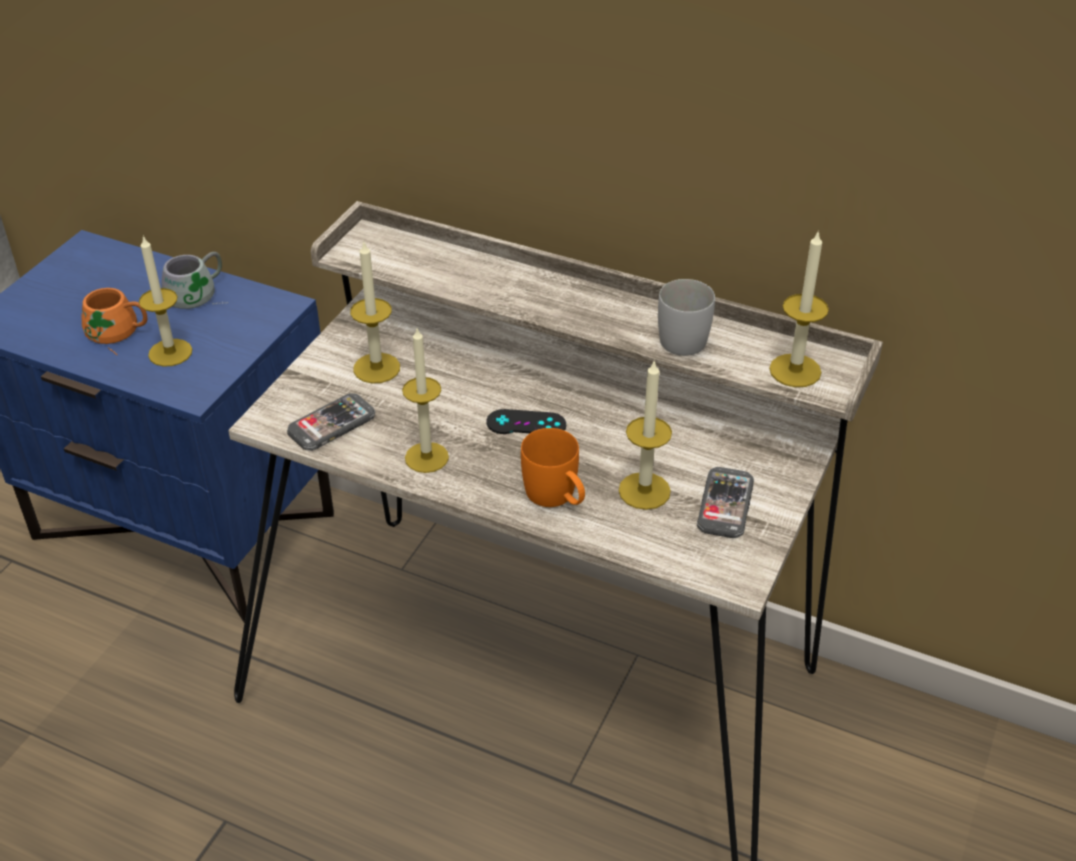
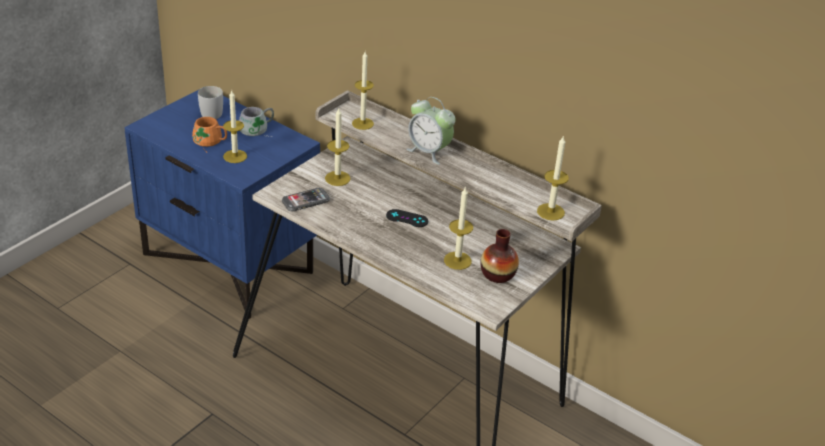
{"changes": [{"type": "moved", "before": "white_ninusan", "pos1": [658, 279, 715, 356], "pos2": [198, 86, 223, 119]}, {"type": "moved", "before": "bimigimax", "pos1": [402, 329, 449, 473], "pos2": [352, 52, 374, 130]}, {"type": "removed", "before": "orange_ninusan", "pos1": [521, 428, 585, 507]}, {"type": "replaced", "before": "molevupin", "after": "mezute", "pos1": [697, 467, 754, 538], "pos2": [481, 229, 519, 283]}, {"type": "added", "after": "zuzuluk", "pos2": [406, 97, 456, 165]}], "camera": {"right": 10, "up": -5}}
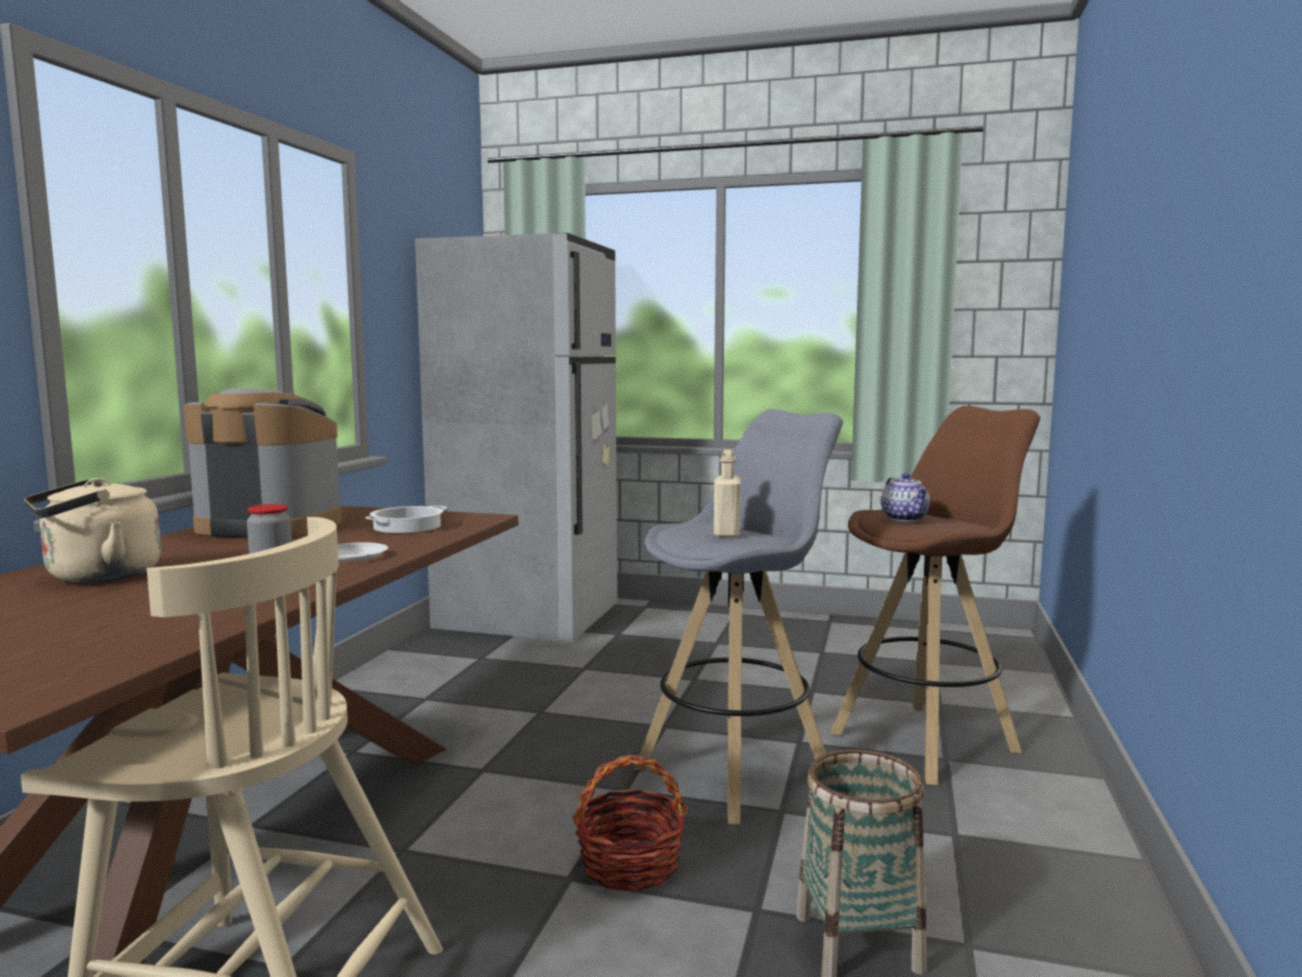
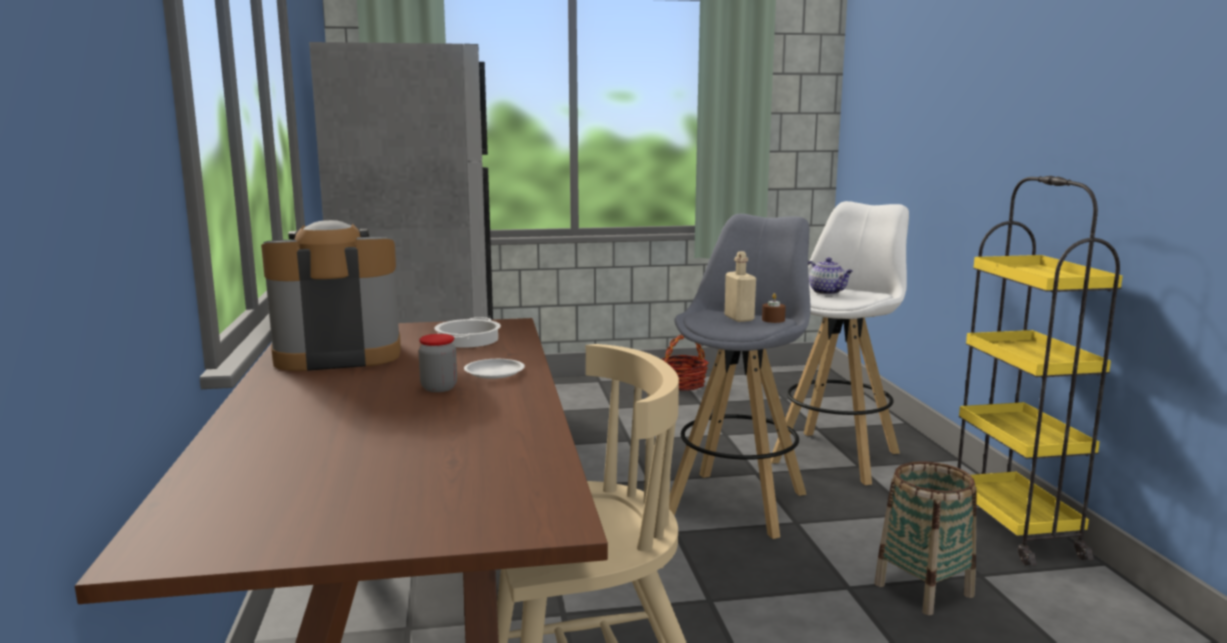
{"changes": [{"type": "recoloured", "before": "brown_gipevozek", "after": "white_gipevozek", "pos1": [830, 406, 1040, 785], "pos2": [771, 201, 909, 485]}, {"type": "removed", "before": "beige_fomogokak", "pos1": [24, 478, 161, 583]}, {"type": "moved", "before": "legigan", "pos1": [573, 755, 689, 892], "pos2": [662, 334, 709, 391]}, {"type": "added", "after": "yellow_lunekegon", "pos2": [957, 176, 1123, 565]}, {"type": "added", "after": "brown_bimigimax", "pos2": [762, 293, 786, 323]}], "camera": {"right": -25, "up": 5}}
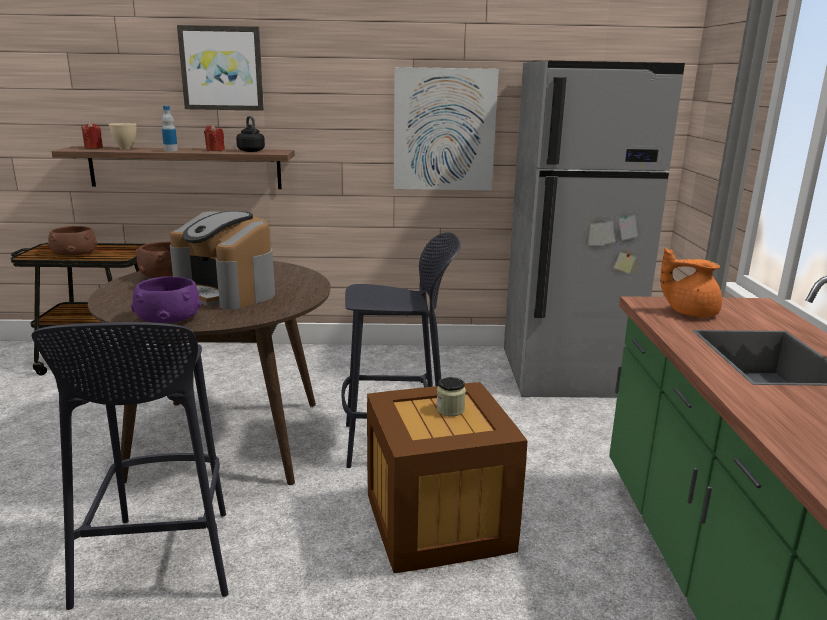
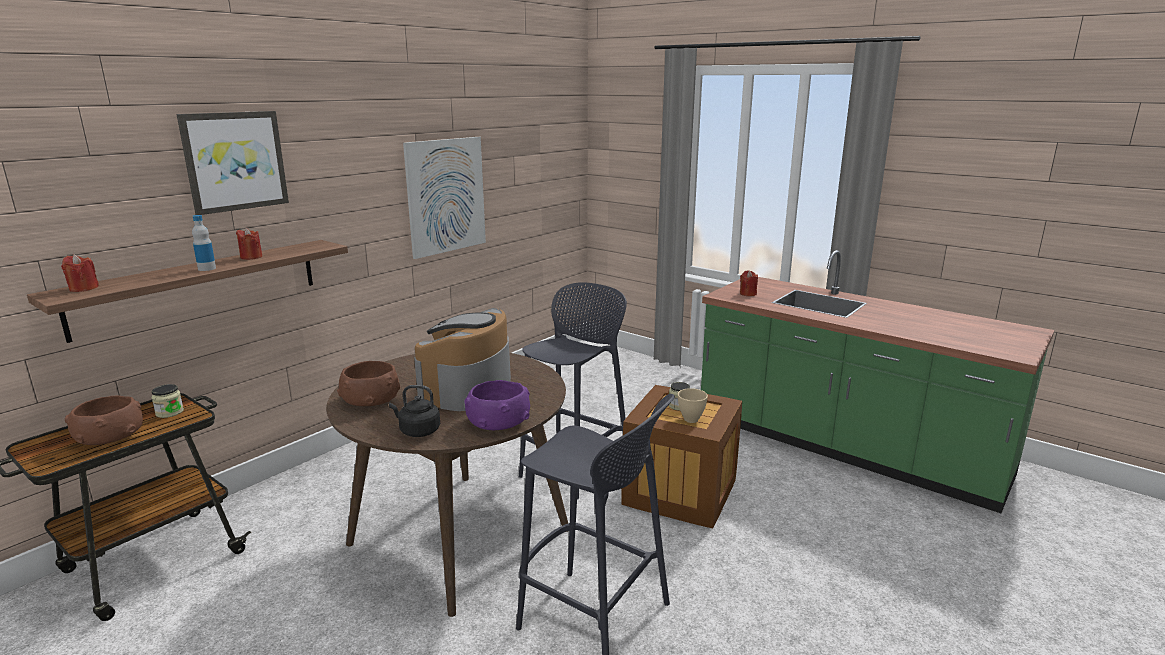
{"changes": [{"type": "removed", "before": "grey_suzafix", "pos1": [504, 61, 685, 398]}, {"type": "moved", "before": "black_fomogokak", "pos1": [236, 116, 265, 152], "pos2": [389, 385, 440, 437]}, {"type": "moved", "before": "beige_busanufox", "pos1": [109, 123, 136, 149], "pos2": [678, 388, 708, 423]}, {"type": "turned", "before": "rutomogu", "pos1": [170, 211, 275, 310], "pos2": [414, 308, 511, 411], "turn": 120}, {"type": "replaced", "before": "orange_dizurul", "after": "red_bimigimax", "pos1": [660, 248, 722, 317], "pos2": [740, 270, 758, 296]}, {"type": "added", "after": "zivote", "pos2": [152, 384, 184, 418]}], "camera": {"right": -50, "up": 0}}
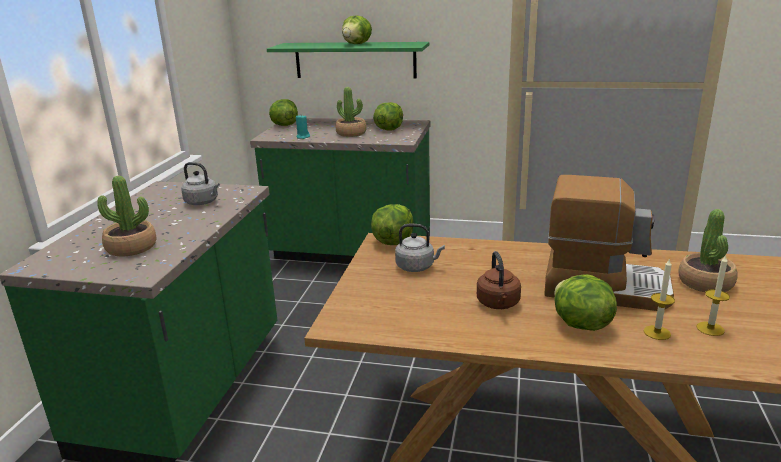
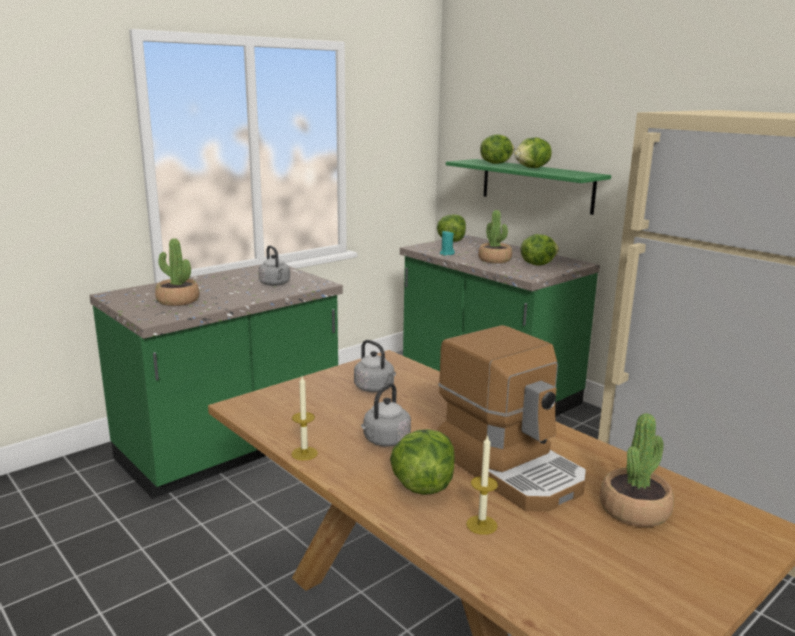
{"changes": [{"type": "moved", "before": "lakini", "pos1": [371, 204, 414, 245], "pos2": [480, 134, 515, 164]}, {"type": "recoloured", "before": "brown_fomogokak", "after": "grey_fomogokak", "pos1": [477, 251, 521, 309], "pos2": [361, 383, 411, 447]}, {"type": "moved", "before": "bimigimax", "pos1": [696, 255, 730, 336], "pos2": [291, 376, 318, 461]}], "camera": {"right": 35, "up": -5}}
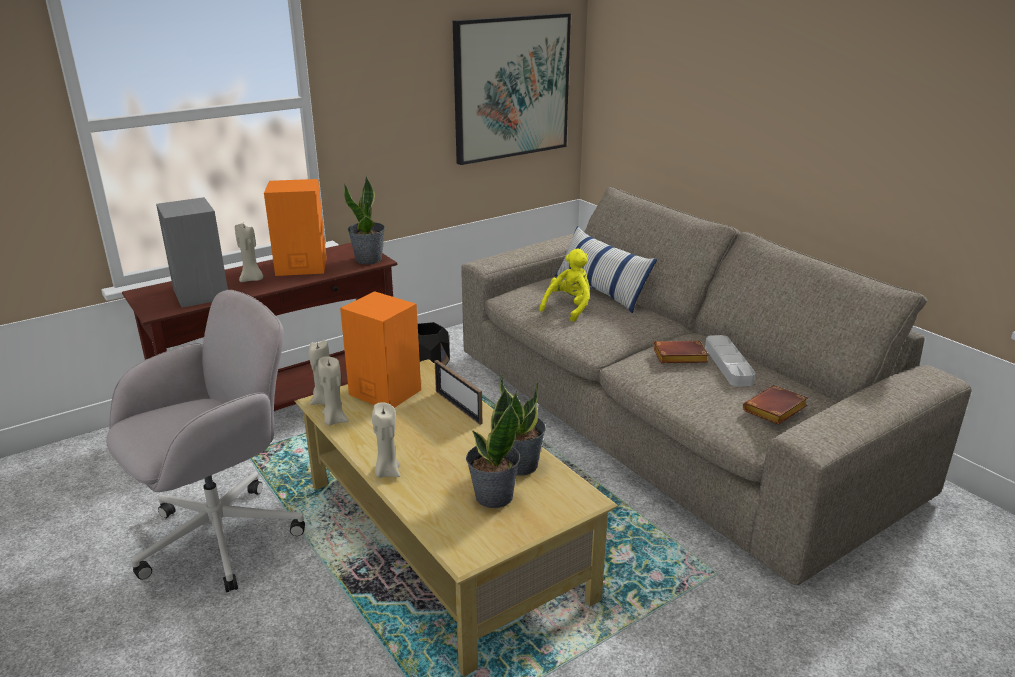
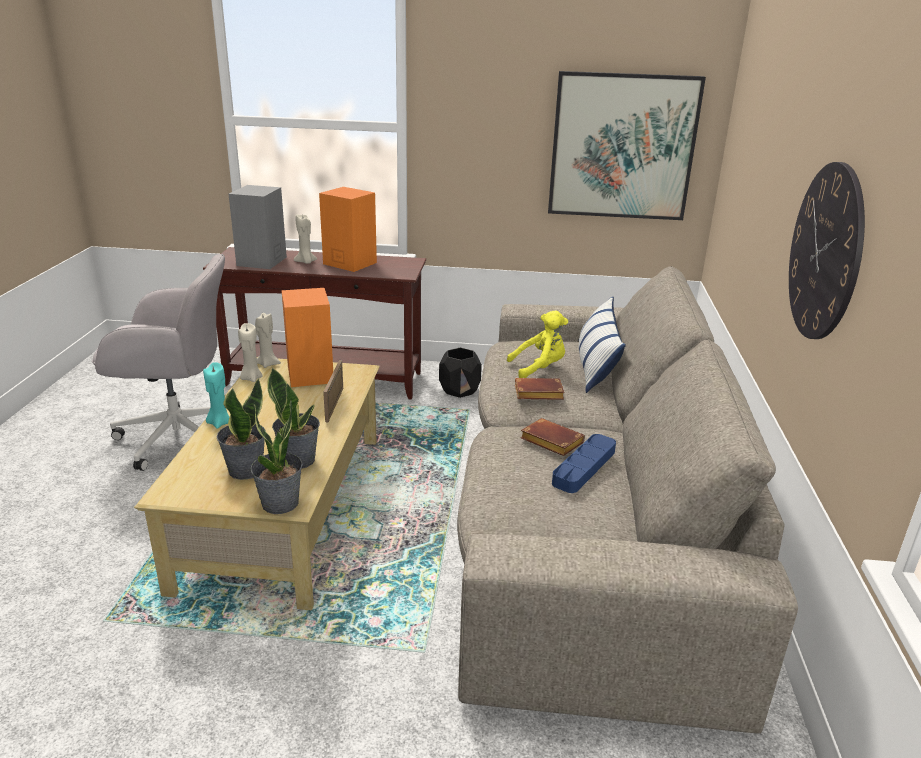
{"changes": [{"type": "moved", "before": "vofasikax", "pos1": [344, 176, 385, 264], "pos2": [250, 401, 303, 514]}, {"type": "recoloured", "before": "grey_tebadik", "after": "blue_tebadik", "pos1": [705, 335, 755, 387], "pos2": [552, 434, 616, 493]}, {"type": "moved", "before": "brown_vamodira", "pos1": [743, 385, 808, 425], "pos2": [515, 378, 565, 400]}, {"type": "recoloured", "before": "beige_bimigimax", "after": "turquoise_bimigimax", "pos1": [372, 402, 400, 478], "pos2": [203, 362, 229, 429]}, {"type": "added", "after": "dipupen", "pos2": [789, 162, 865, 339]}], "camera": {"right": 40, "up": 0}}
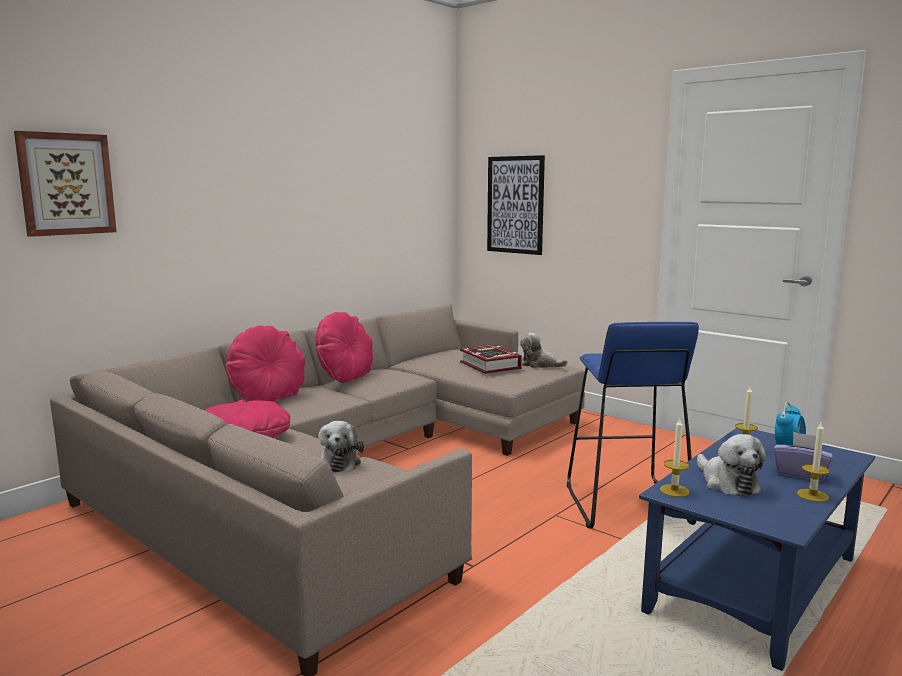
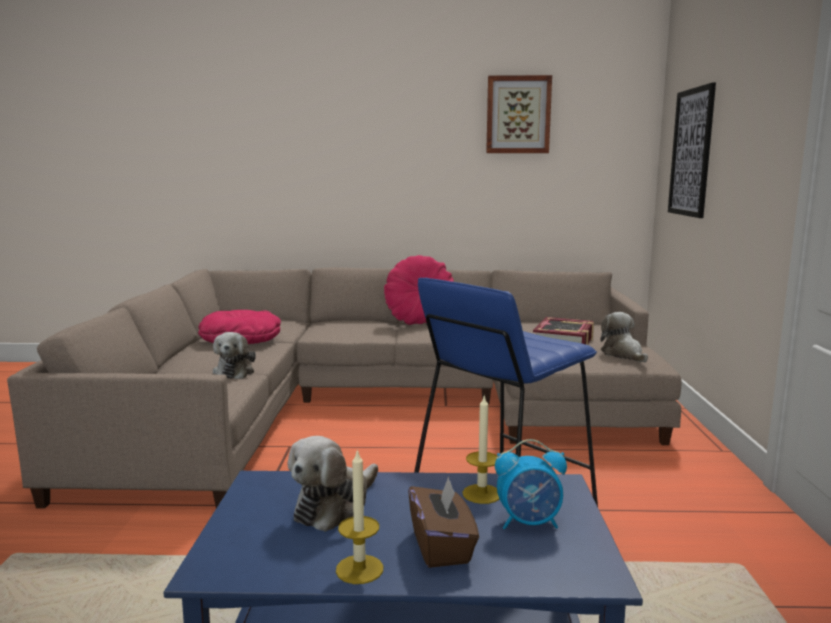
{"changes": [{"type": "moved", "before": "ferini", "pos1": [14, 131, 117, 237], "pos2": [486, 75, 552, 153]}, {"type": "removed", "before": "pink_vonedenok", "pos1": [226, 325, 305, 402]}, {"type": "removed", "before": "bimigimax", "pos1": [660, 419, 690, 497]}, {"type": "turned", "before": "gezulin", "pos1": [318, 421, 364, 472], "pos2": [213, 332, 256, 379], "turn": -45}, {"type": "recoloured", "before": "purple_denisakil", "after": "brown_denisakil", "pos1": [773, 432, 832, 482], "pos2": [408, 476, 479, 568]}], "camera": {"right": 50, "up": 0}}
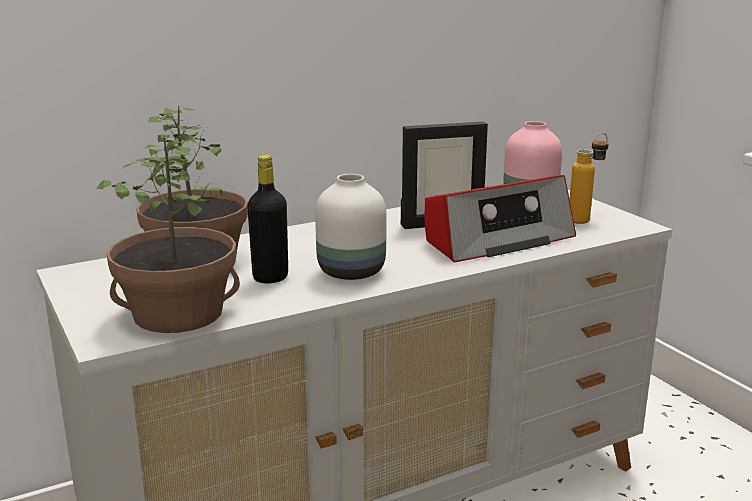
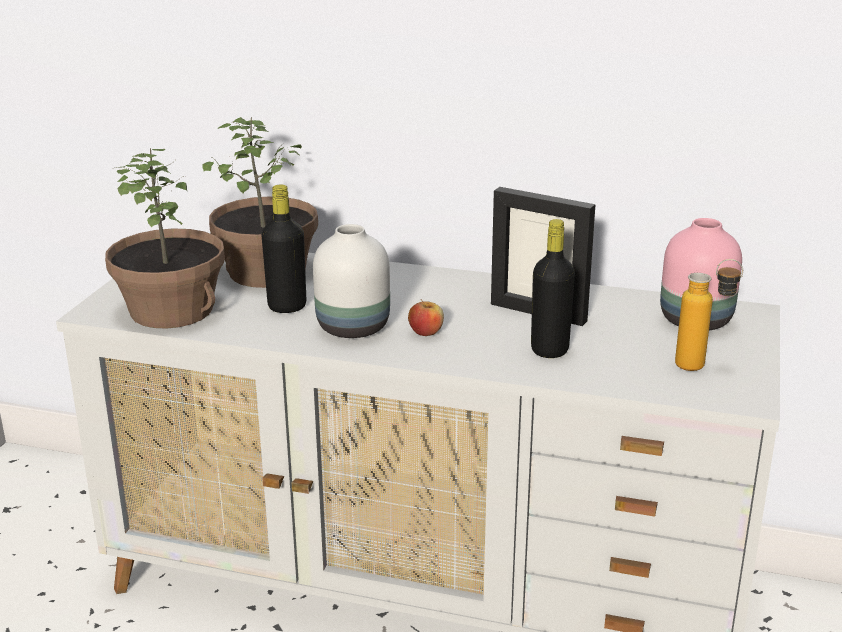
{"changes": [{"type": "replaced", "before": "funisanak", "after": "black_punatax", "pos1": [424, 175, 576, 262], "pos2": [531, 219, 575, 358]}, {"type": "added", "after": "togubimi", "pos2": [408, 300, 444, 336]}], "camera": {"right": 45, "up": 5}}
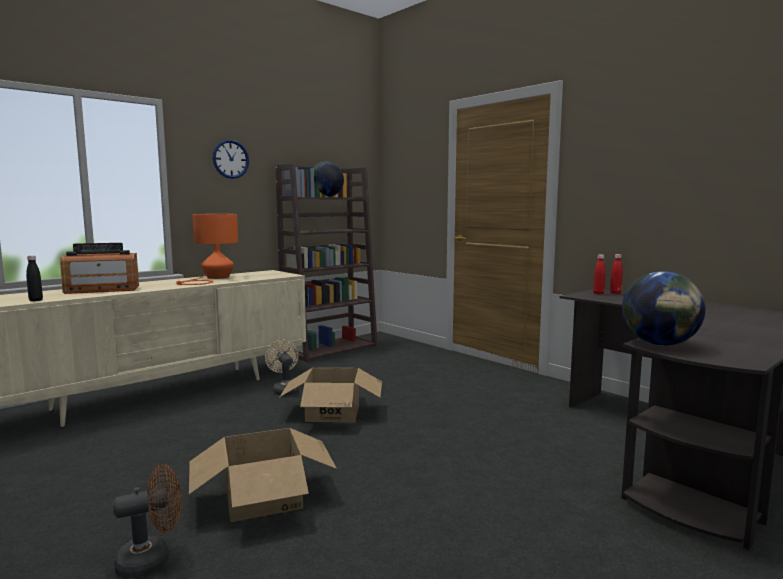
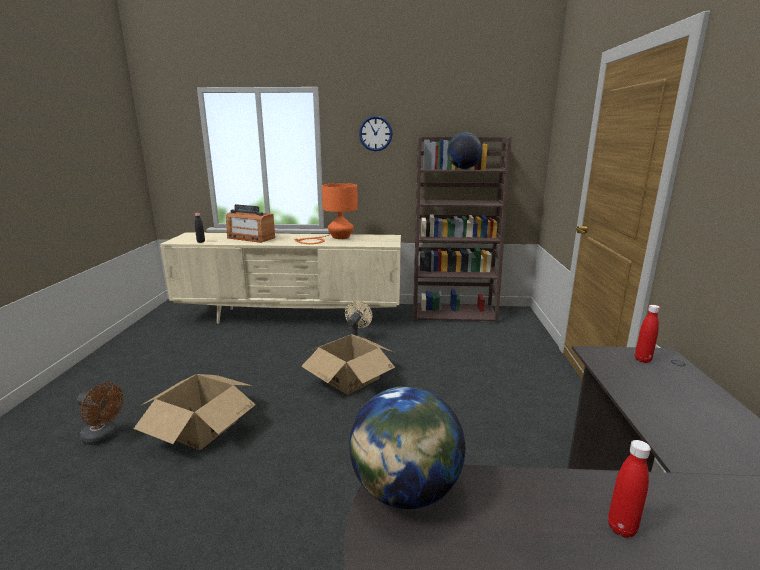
{"changes": [{"type": "moved", "before": "red_punatax", "pos1": [610, 254, 623, 294], "pos2": [608, 440, 651, 538]}], "camera": {"right": 45, "up": 10}}
